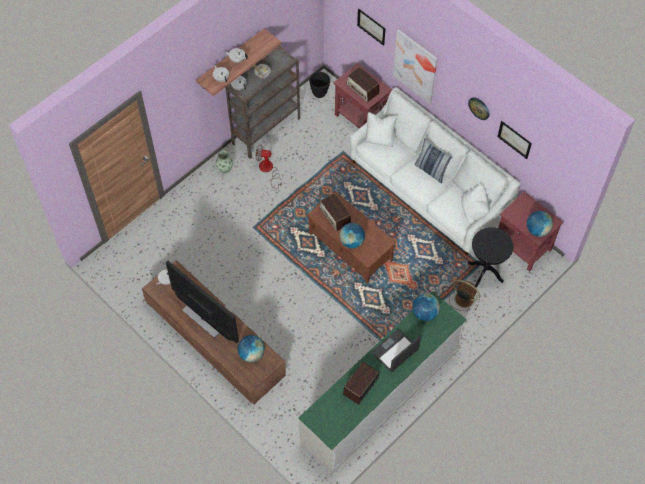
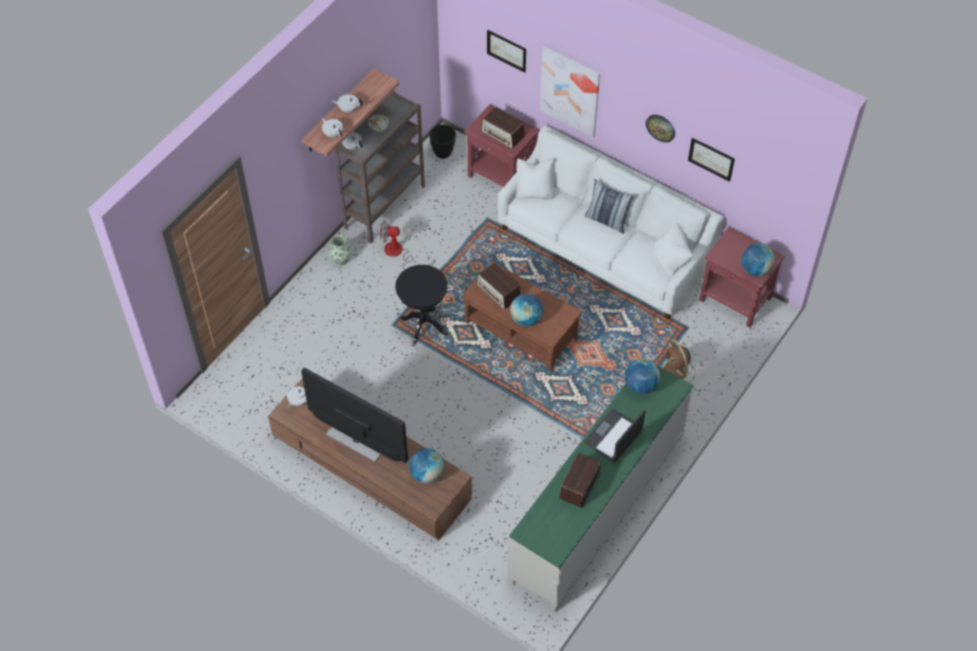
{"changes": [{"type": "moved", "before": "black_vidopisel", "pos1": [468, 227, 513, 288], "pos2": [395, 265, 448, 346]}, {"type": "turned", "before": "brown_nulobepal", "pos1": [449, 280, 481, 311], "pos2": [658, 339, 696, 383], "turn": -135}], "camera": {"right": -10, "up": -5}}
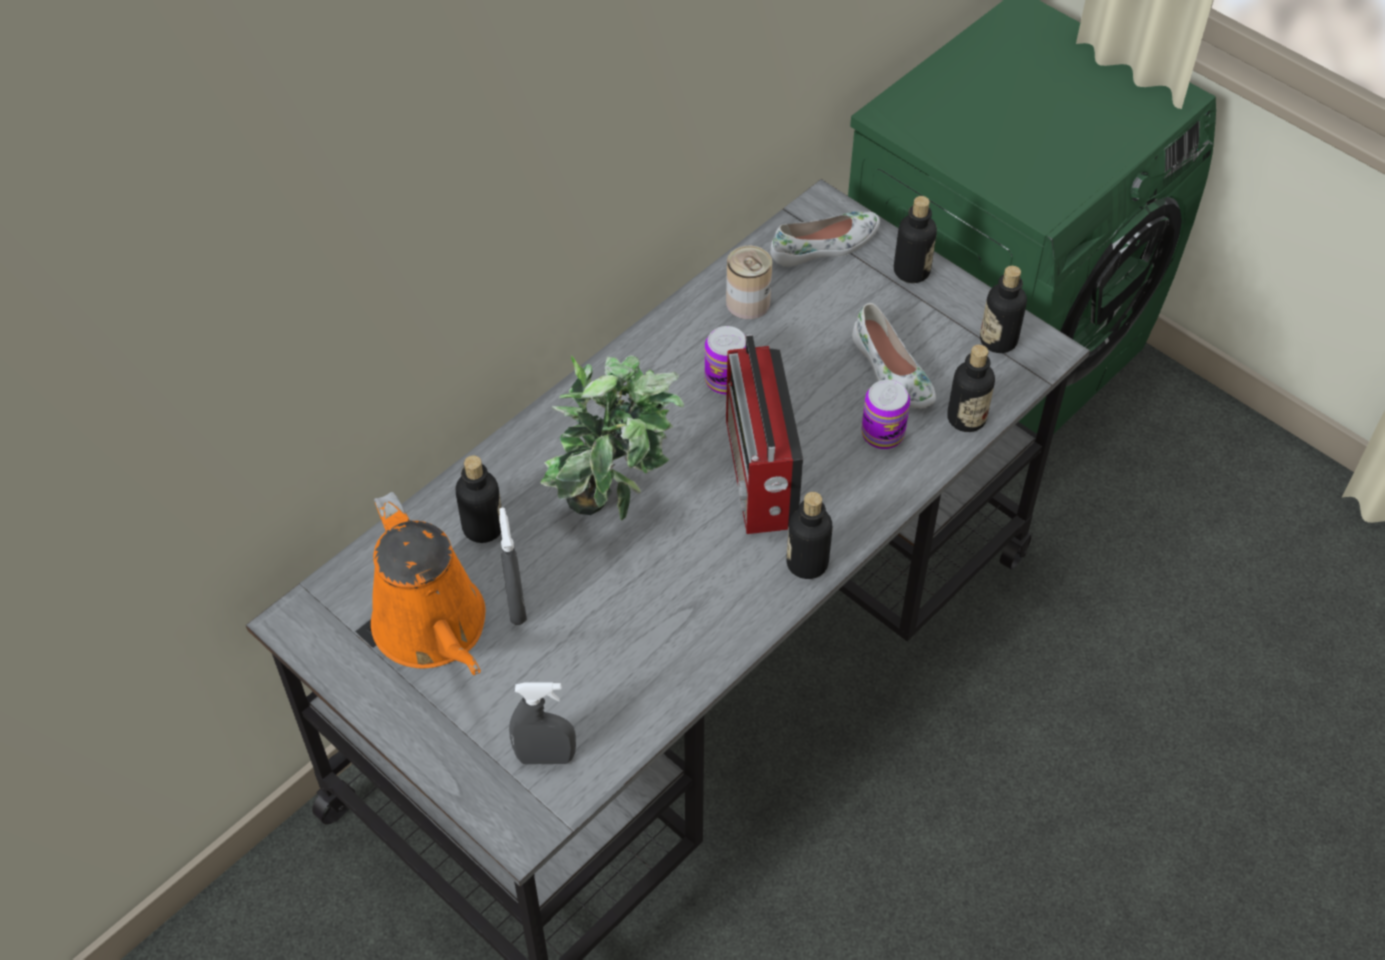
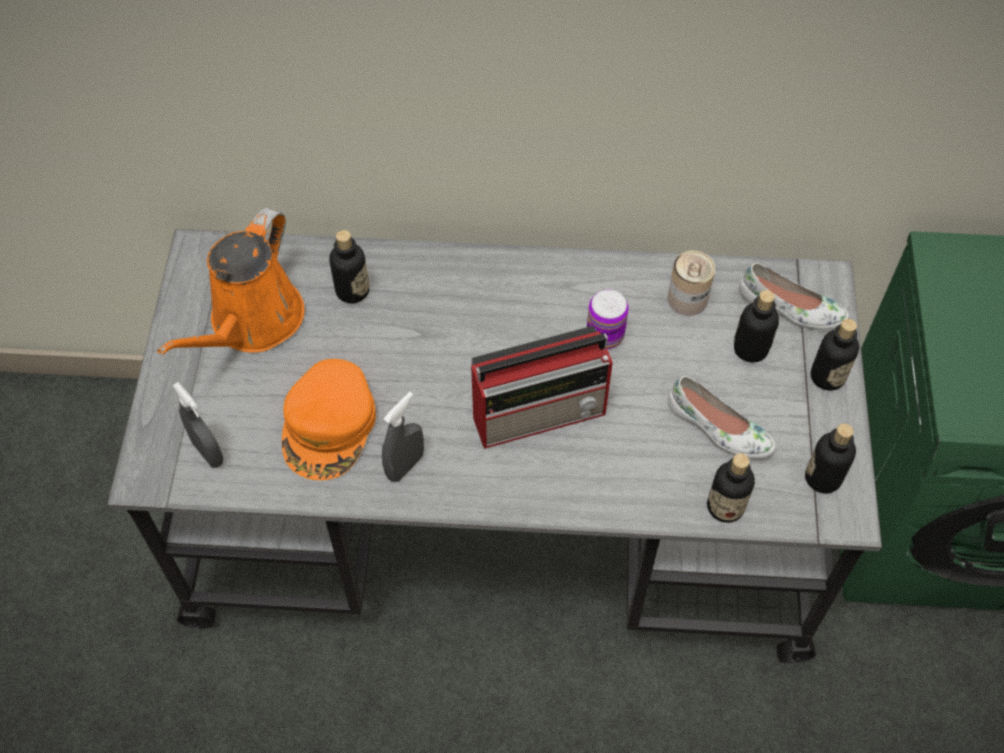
{"changes": [{"type": "turned", "before": "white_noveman", "pos1": [852, 303, 936, 409], "pos2": [668, 376, 776, 459], "turn": -75}, {"type": "turned", "before": "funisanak", "pos1": [726, 334, 803, 534], "pos2": [471, 326, 613, 449], "turn": -150}, {"type": "removed", "before": "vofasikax", "pos1": [540, 355, 684, 521]}, {"type": "removed", "before": "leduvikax", "pos1": [861, 380, 910, 449]}, {"type": "moved", "before": "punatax", "pos1": [787, 492, 832, 579], "pos2": [734, 290, 779, 363]}, {"type": "moved", "before": "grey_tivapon", "pos1": [499, 507, 527, 625], "pos2": [382, 392, 424, 482]}, {"type": "added", "after": "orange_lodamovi", "pos2": [282, 359, 376, 480]}], "camera": {"right": 50, "up": 5}}
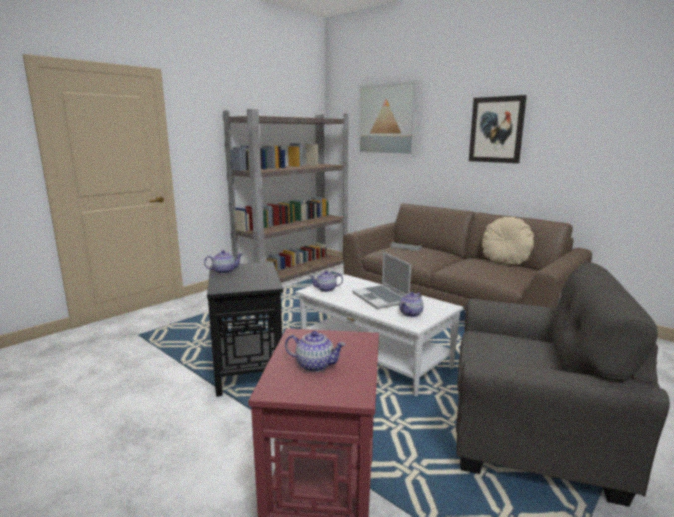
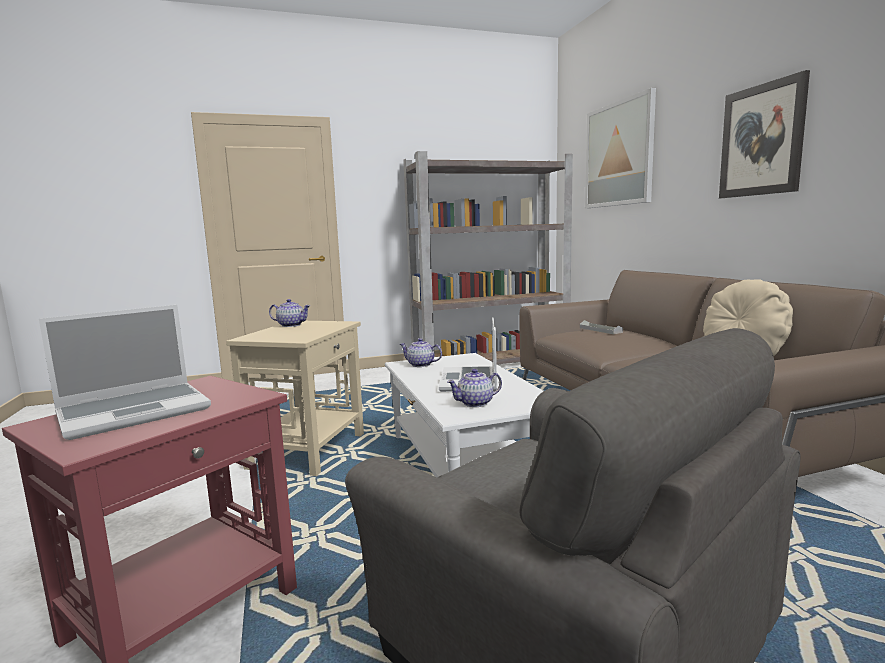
{"changes": [{"type": "recoloured", "before": "black_vidopisel", "after": "beige_vidopisel", "pos1": [207, 262, 283, 397], "pos2": [226, 321, 364, 476]}, {"type": "replaced", "before": "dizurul", "after": "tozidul", "pos1": [285, 331, 346, 372], "pos2": [39, 305, 211, 440]}], "camera": {"right": 30, "up": -5}}
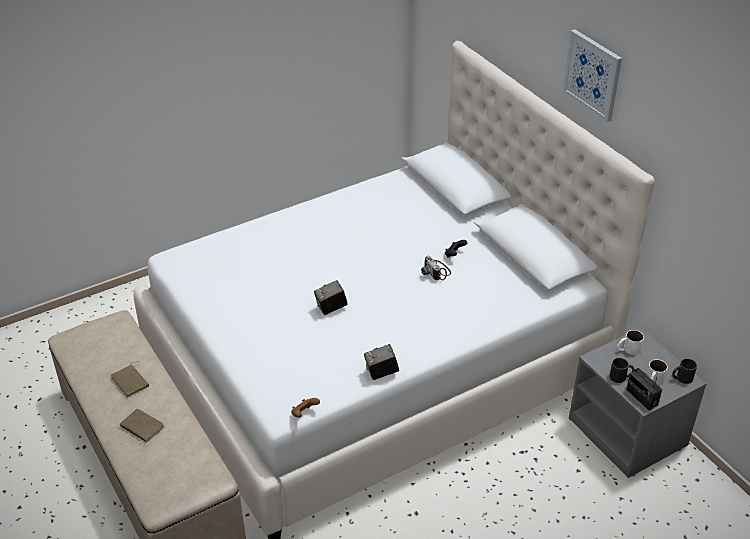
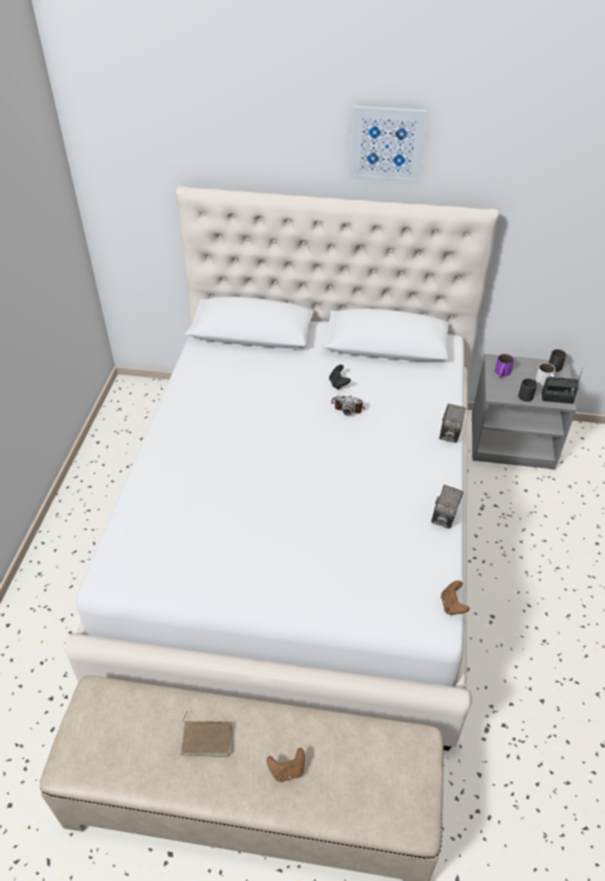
{"changes": [{"type": "moved", "before": "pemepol", "pos1": [314, 280, 348, 315], "pos2": [439, 404, 466, 443]}, {"type": "recoloured", "before": "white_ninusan", "after": "purple_ninusan", "pos1": [617, 330, 644, 355], "pos2": [495, 354, 514, 378]}, {"type": "replaced", "before": "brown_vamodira", "after": "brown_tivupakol", "pos1": [120, 408, 164, 446], "pos2": [267, 748, 305, 782]}], "camera": {"right": -50, "up": 5}}
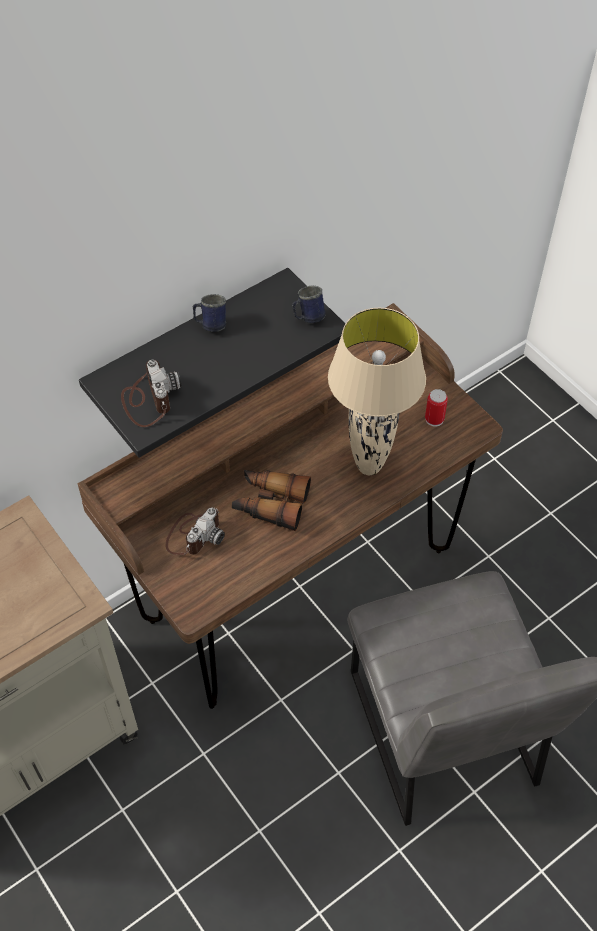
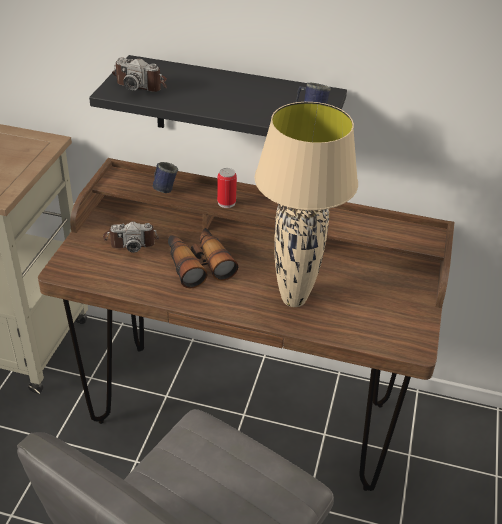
{"changes": [{"type": "moved", "before": "blue_ninusan", "pos1": [193, 294, 226, 332], "pos2": [153, 162, 178, 193]}, {"type": "turned", "before": "pemepol", "pos1": [121, 360, 182, 427], "pos2": [112, 57, 167, 92], "turn": 75}, {"type": "moved", "before": "leduvikax", "pos1": [425, 389, 448, 427], "pos2": [217, 168, 237, 208]}], "camera": {"right": 50, "up": -15}}
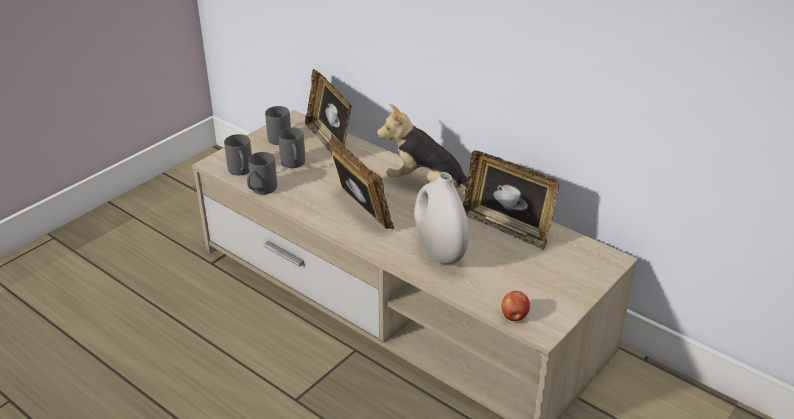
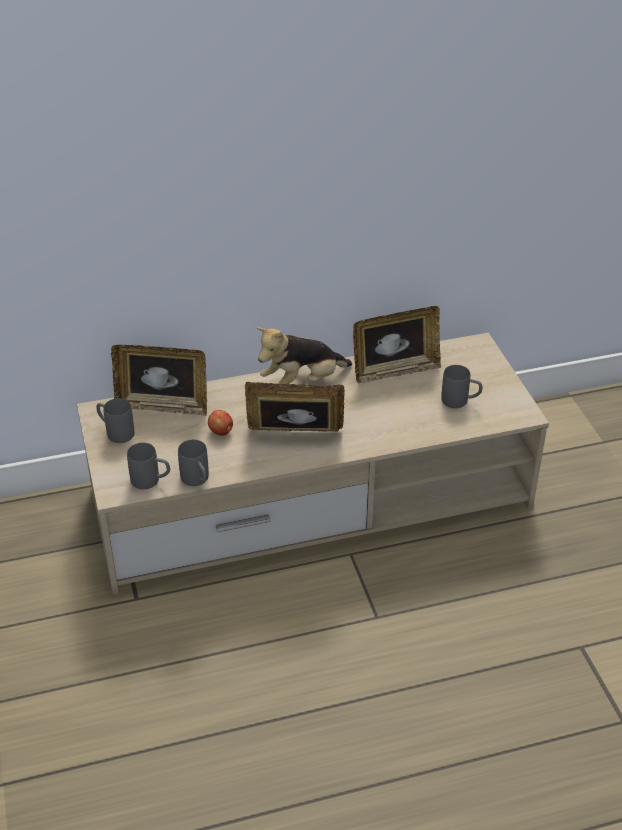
{"changes": [{"type": "moved", "before": "grey_ninusan", "pos1": [278, 128, 305, 168], "pos2": [441, 365, 482, 408]}, {"type": "removed", "before": "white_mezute", "pos1": [415, 172, 469, 264]}, {"type": "moved", "before": "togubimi", "pos1": [502, 291, 530, 321], "pos2": [208, 410, 233, 436]}], "camera": {"right": -55, "up": 5}}
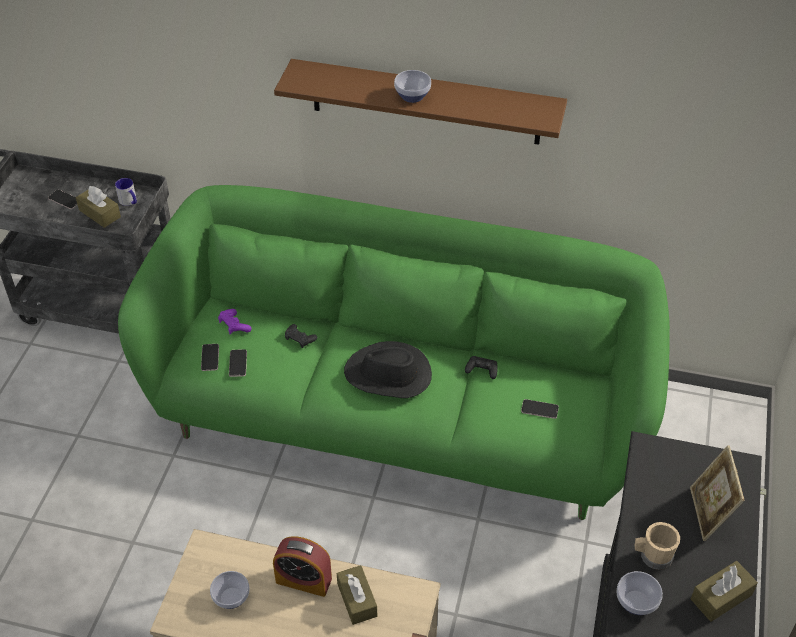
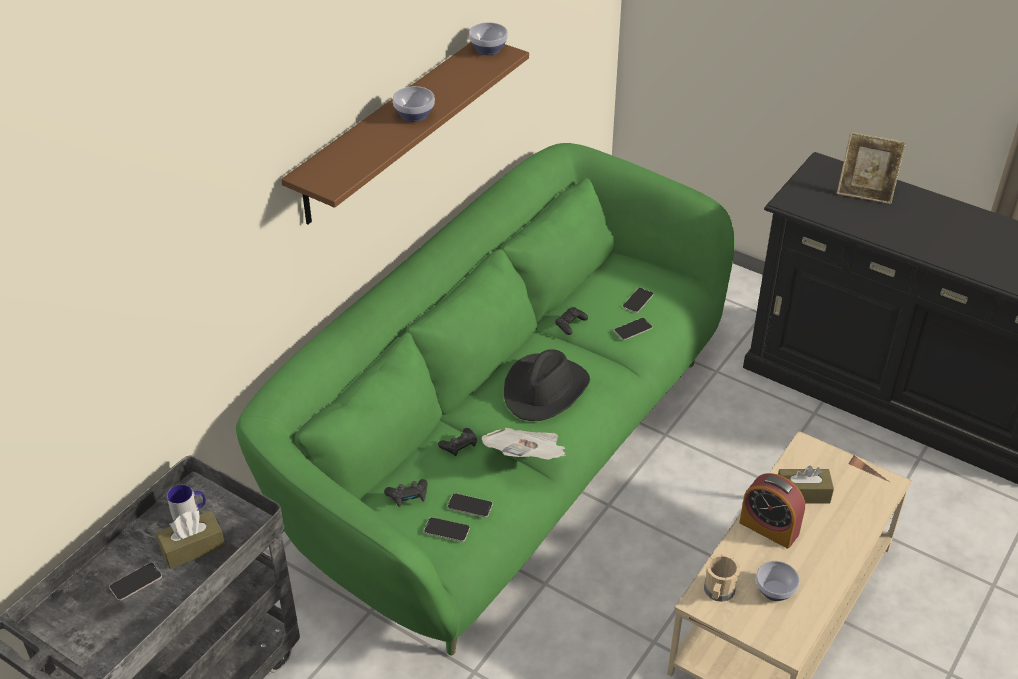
{"changes": [{"type": "recoloured", "before": "purple_tivupakol", "after": "black_tivupakol", "pos1": [218, 309, 252, 334], "pos2": [384, 479, 428, 507]}, {"type": "moved", "before": "beige_ninusan", "pos1": [634, 522, 680, 570], "pos2": [704, 554, 740, 602]}, {"type": "turned", "before": "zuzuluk", "pos1": [273, 536, 332, 597], "pos2": [739, 473, 805, 549], "turn": 90}, {"type": "removed", "before": "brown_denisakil", "pos1": [691, 561, 758, 622]}, {"type": "moved", "before": "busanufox", "pos1": [616, 571, 663, 615], "pos2": [469, 22, 508, 55]}, {"type": "added", "after": "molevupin", "pos2": [614, 318, 653, 340]}, {"type": "added", "after": "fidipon", "pos2": [482, 428, 566, 459]}], "camera": {"right": -70, "up": -5}}
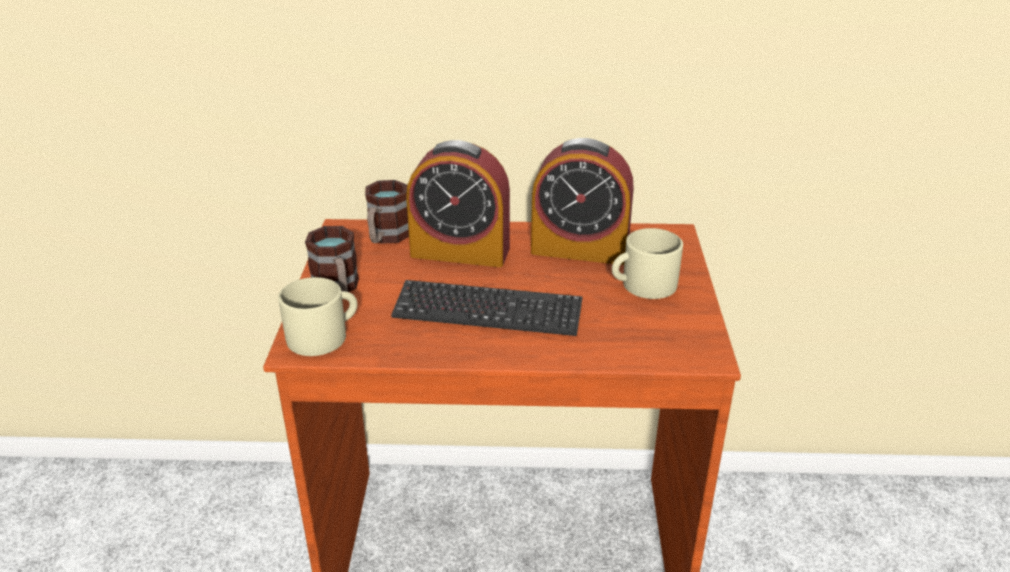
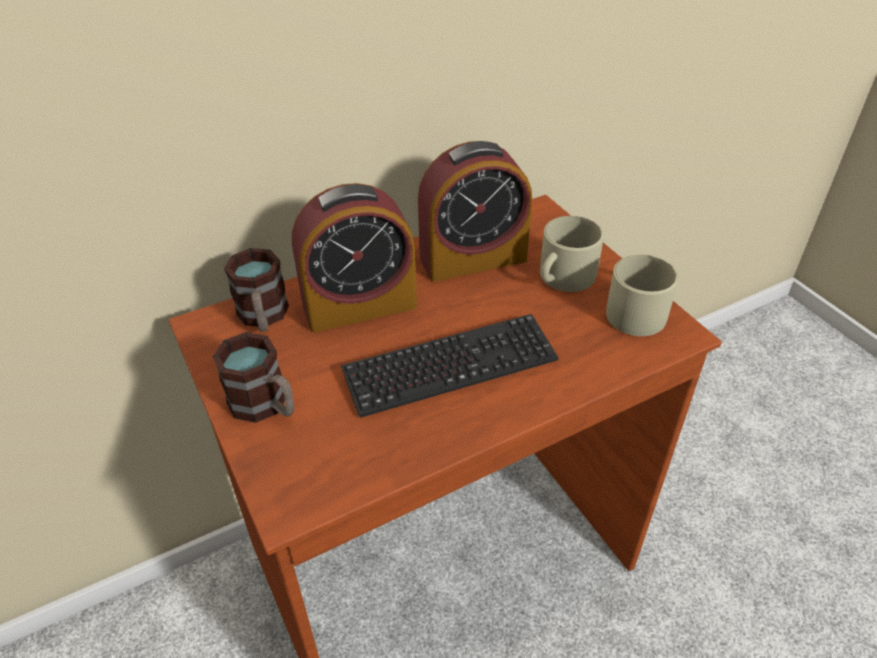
{"changes": [{"type": "moved", "before": "beige_ninusan", "pos1": [278, 277, 357, 356], "pos2": [606, 255, 679, 336]}], "camera": {"right": -30, "up": 10}}
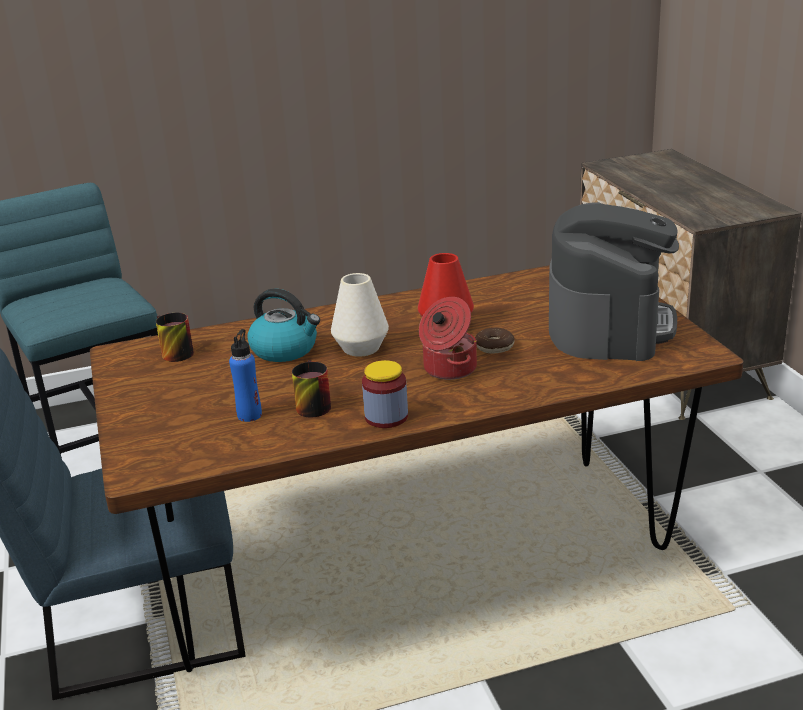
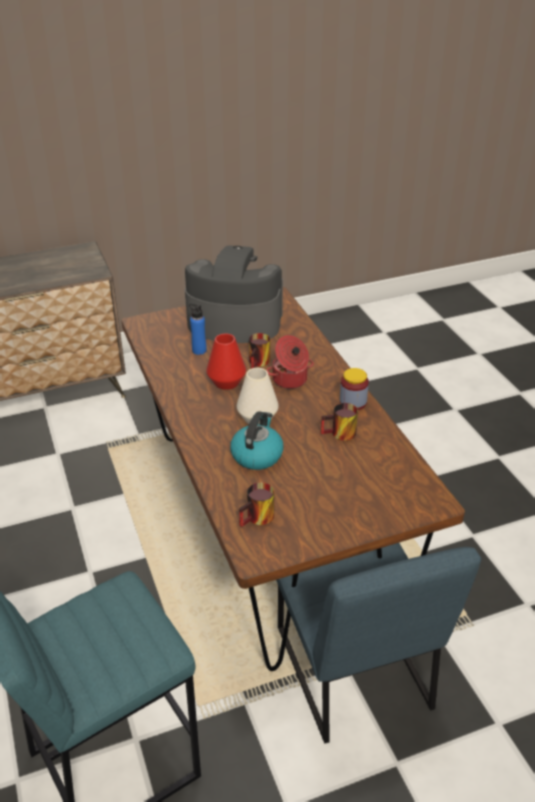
{"changes": [{"type": "replaced", "before": "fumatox", "after": "ninusan", "pos1": [475, 328, 514, 354], "pos2": [249, 333, 270, 369]}, {"type": "moved", "before": "blue_punatax", "pos1": [229, 329, 262, 422], "pos2": [189, 304, 207, 355]}], "camera": {"right": -95, "up": 10}}
